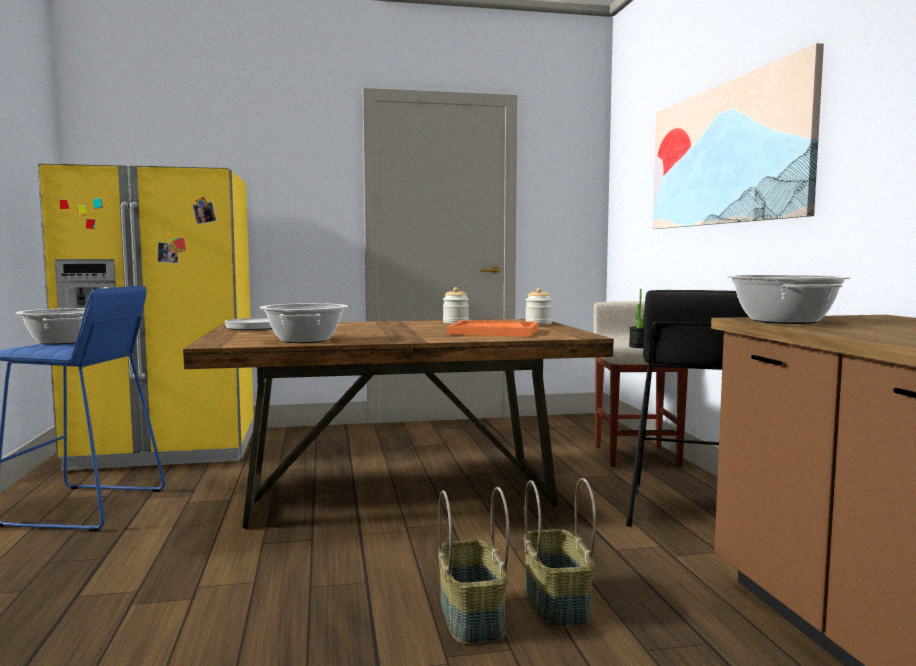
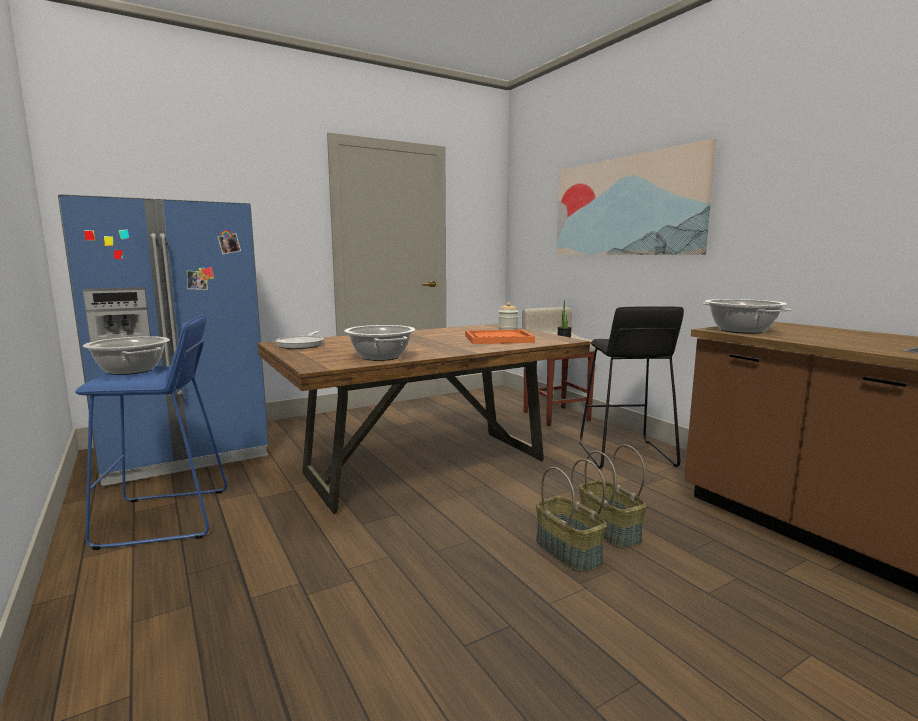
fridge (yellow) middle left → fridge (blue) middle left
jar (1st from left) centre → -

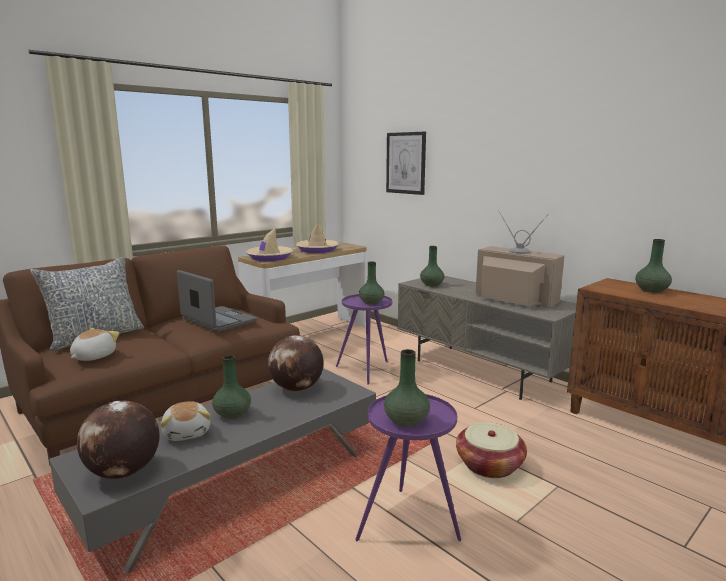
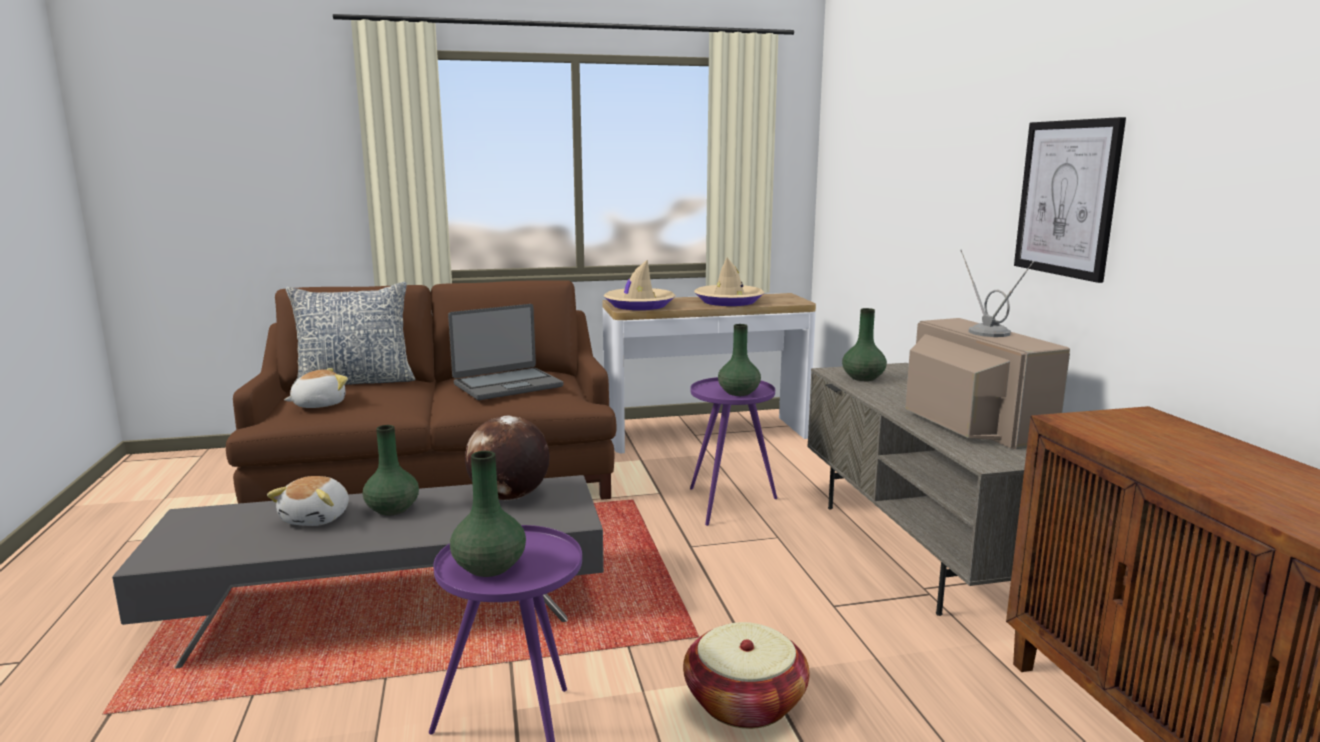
laptop middle left → laptop centre, 75 degrees clockwise
picture top centre → picture top right, moved
globe (1st from left) bottom left → -
vase (green) (5th from left) middle right → -

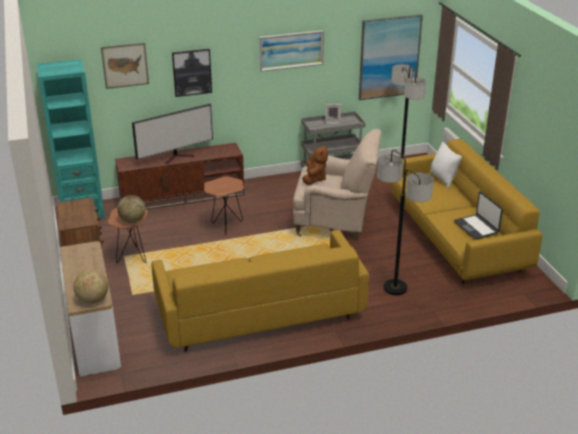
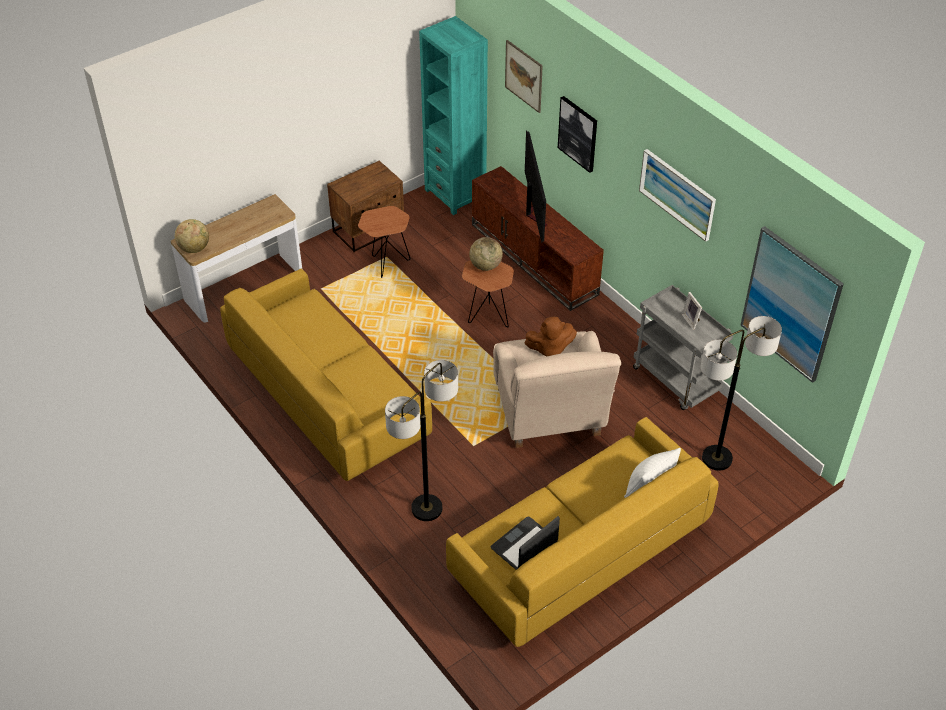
globe (2nd from left) middle left → globe (2nd from left) centre, moved
television top left → television top centre, 135 degrees counterclockwise

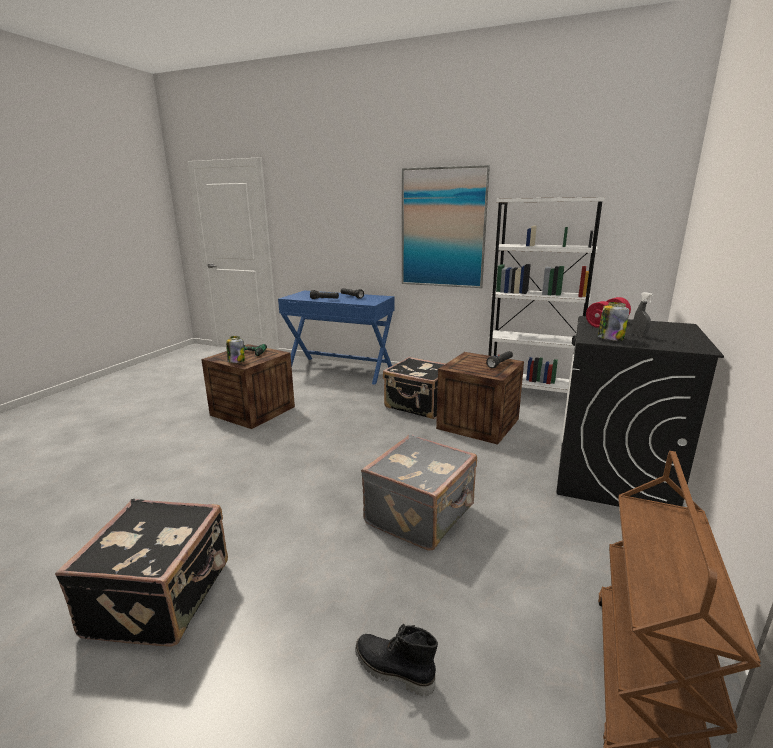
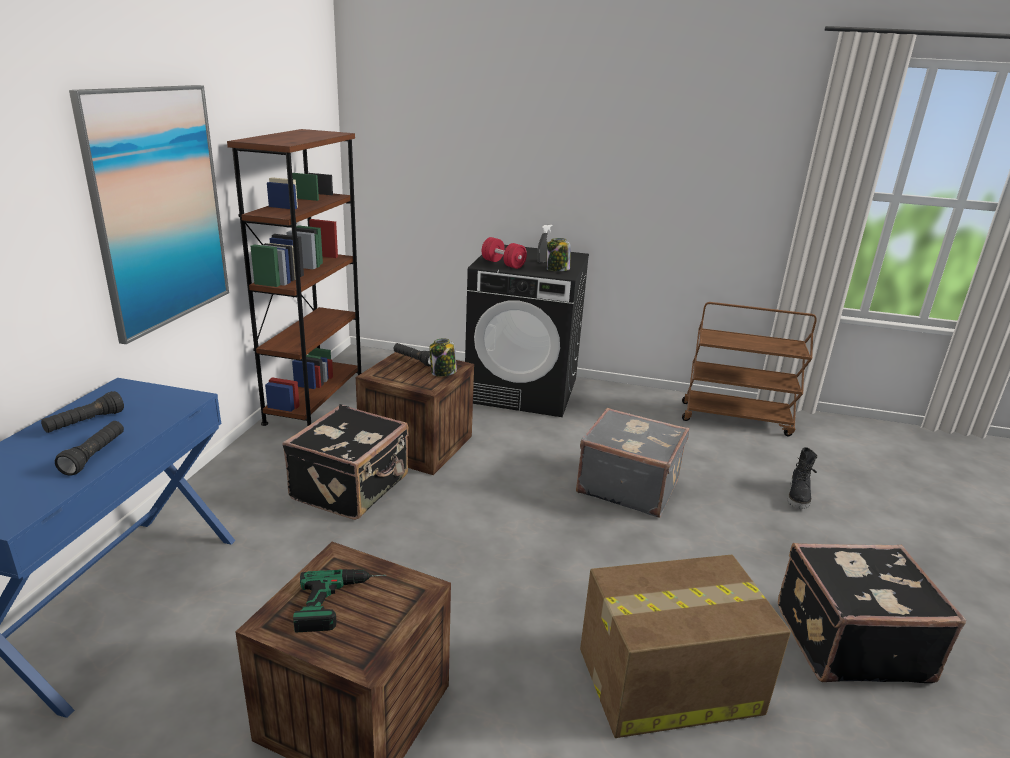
bookcase (white) middle right → bookcase (brown) middle left
jar (1st from left) middle left → jar (1st from left) centre, moved
- → cardboard box bottom right

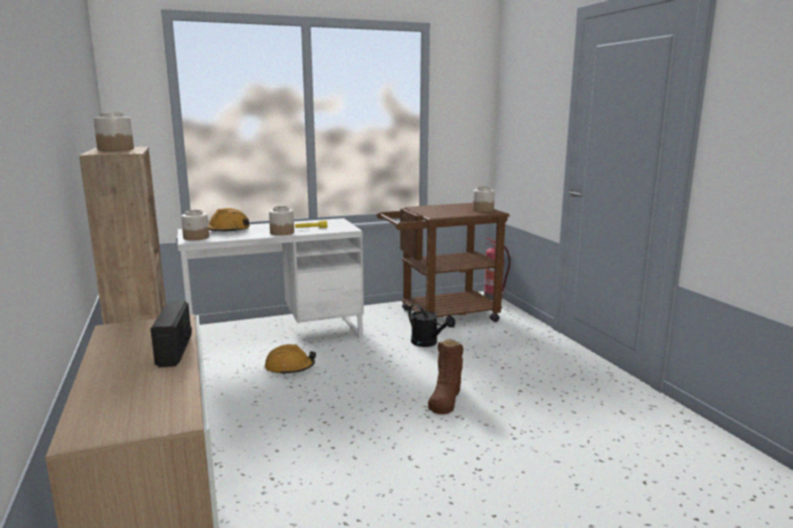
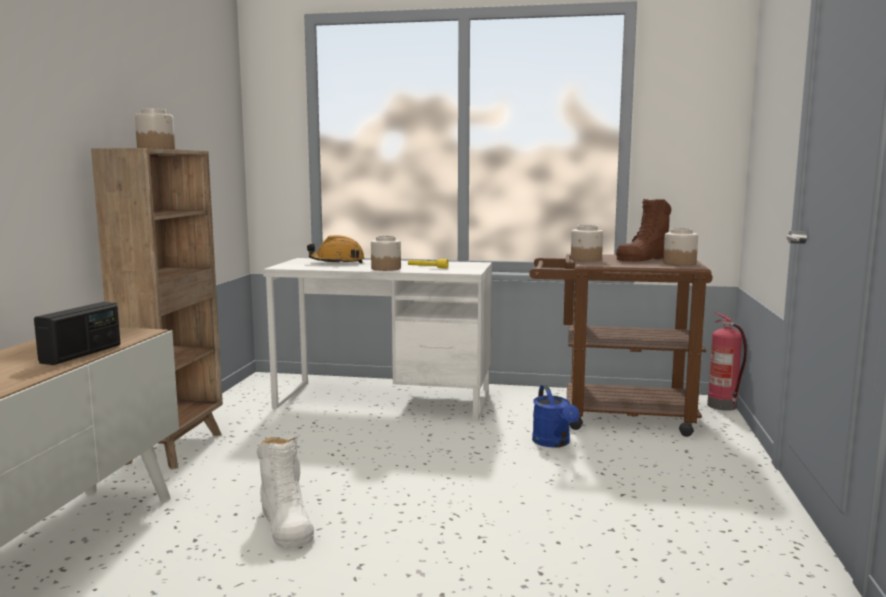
- → boot (white) bottom left
watering can (black) centre → watering can (blue) bottom centre
jar (2nd from left in the first image) middle left → jar (3rd from left) centre, moved
boot (brown) bottom centre → boot (brown) middle right, moved
hard hat (orange) (2nd from left) bottom centre → -

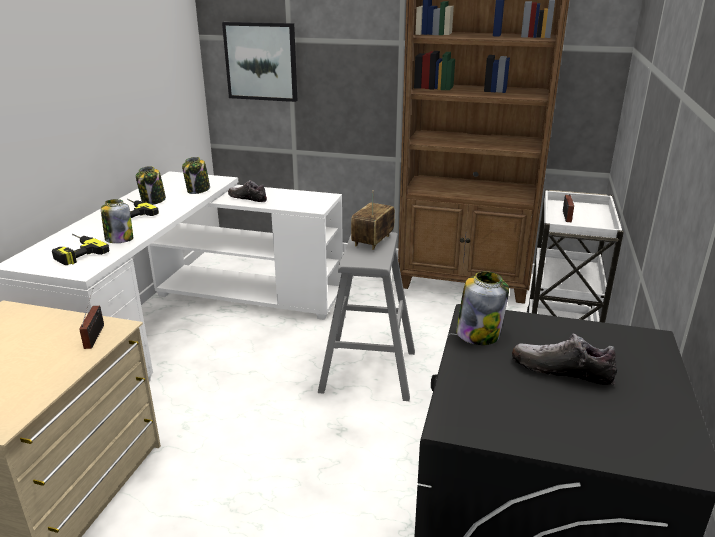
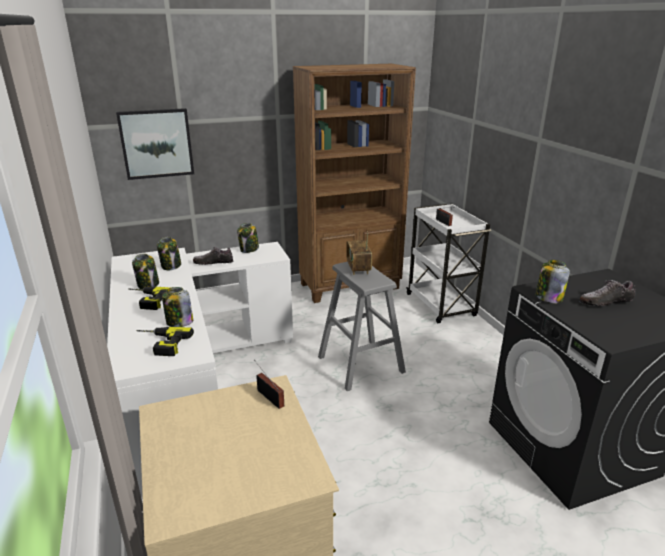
- → jar (4th from left) centre

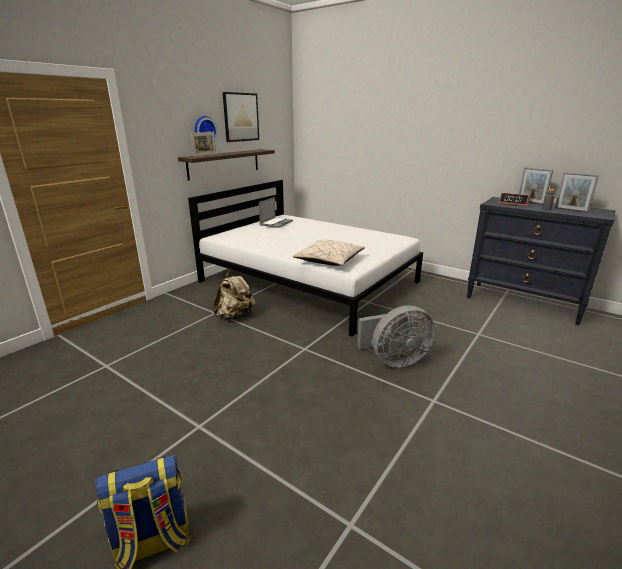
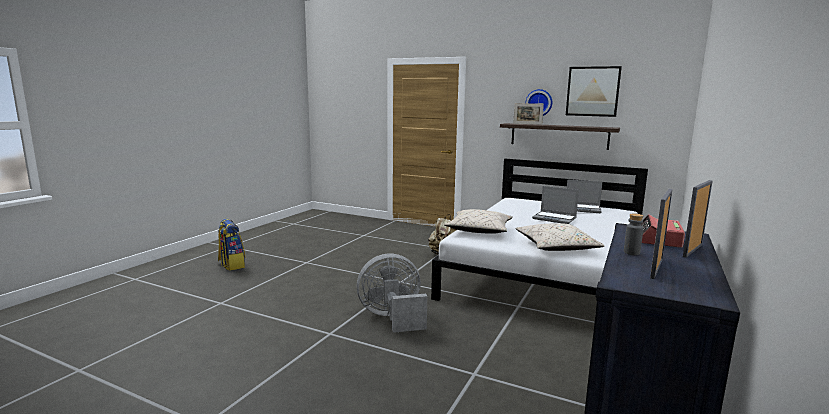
fan (grey) centre → fan (grey) bottom centre, 105 degrees clockwise
- → pillow (beige) (2nd from left) middle right
- → laptop (1st from left) middle right

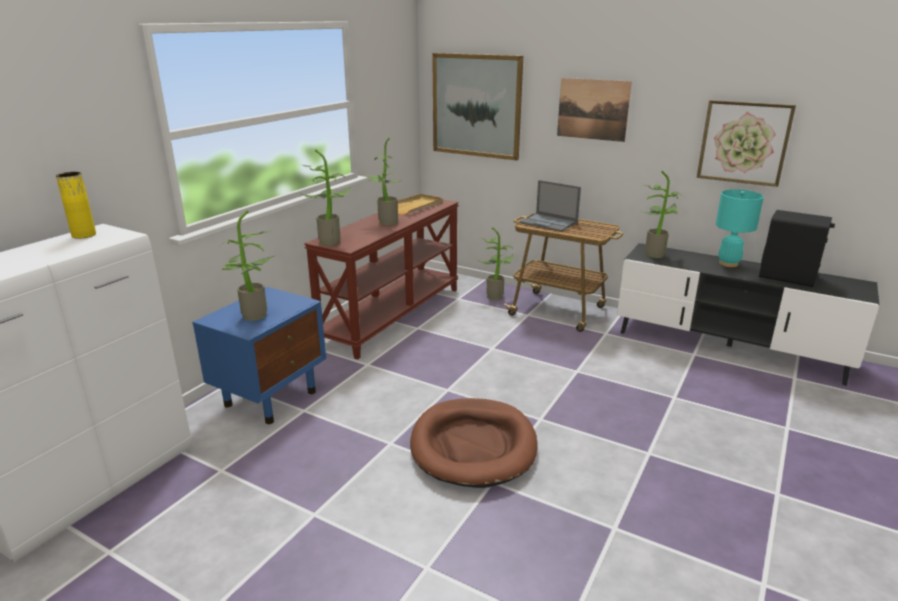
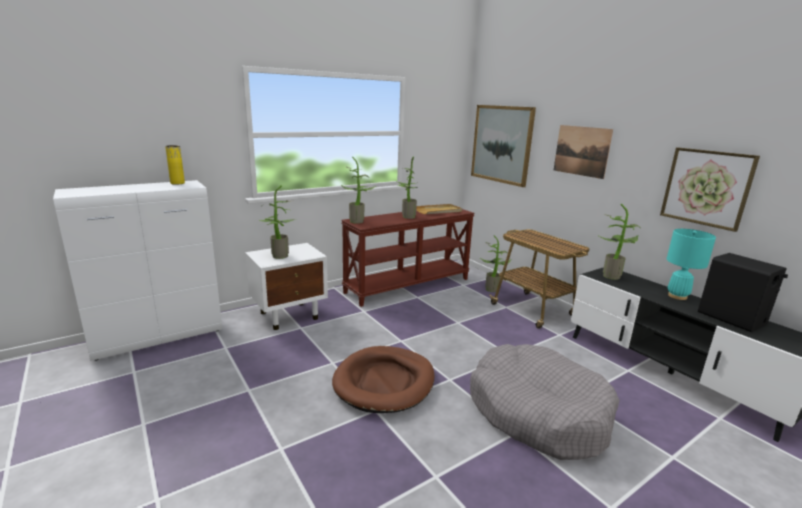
nightstand (blue) middle left → nightstand (white) centre
- → dog bed (grey) bottom right
laptop centre → -

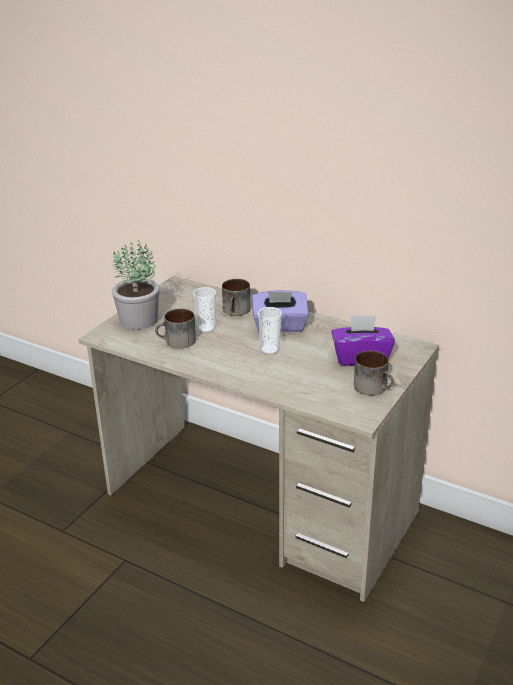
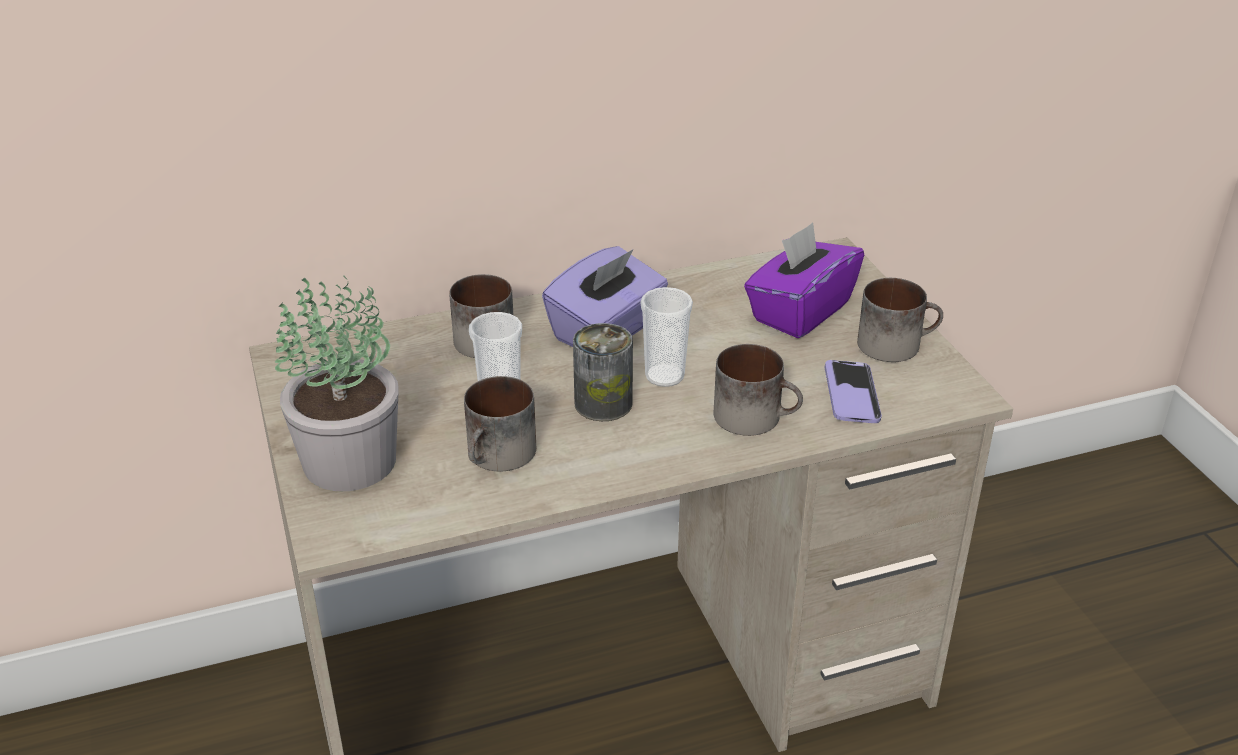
- → can centre
- → mug (3rd from left) centre
- → phone middle right

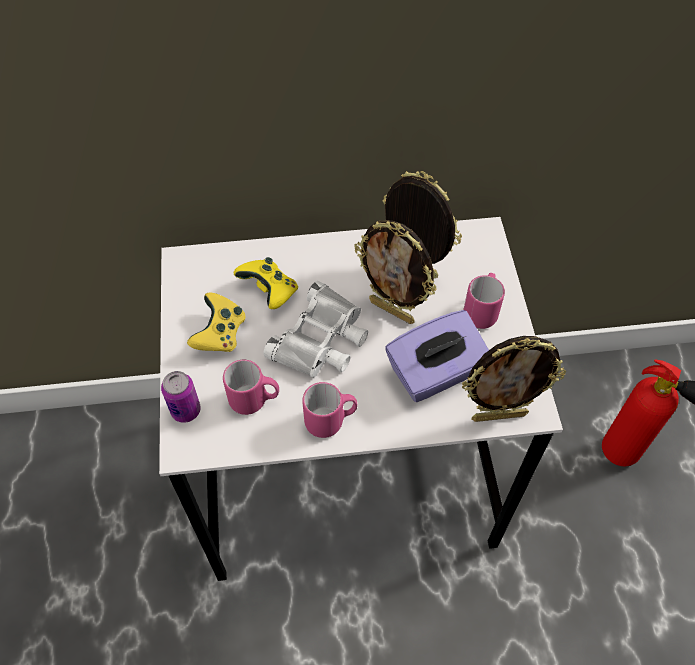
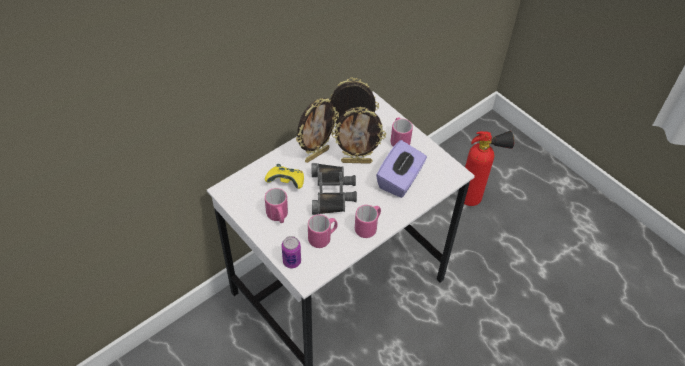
game controller (yellow) (1st from left) middle left → mug (pink) (1st from left) centre
picture frame (3rd from left in the first image) middle right → picture frame (1st from left) centre, moved
binoculars (white) centre → binoculars (black) centre

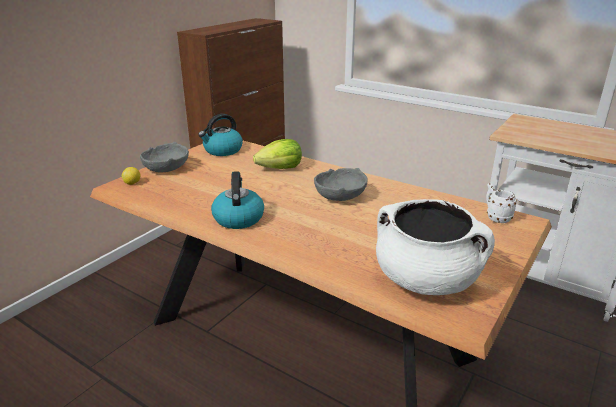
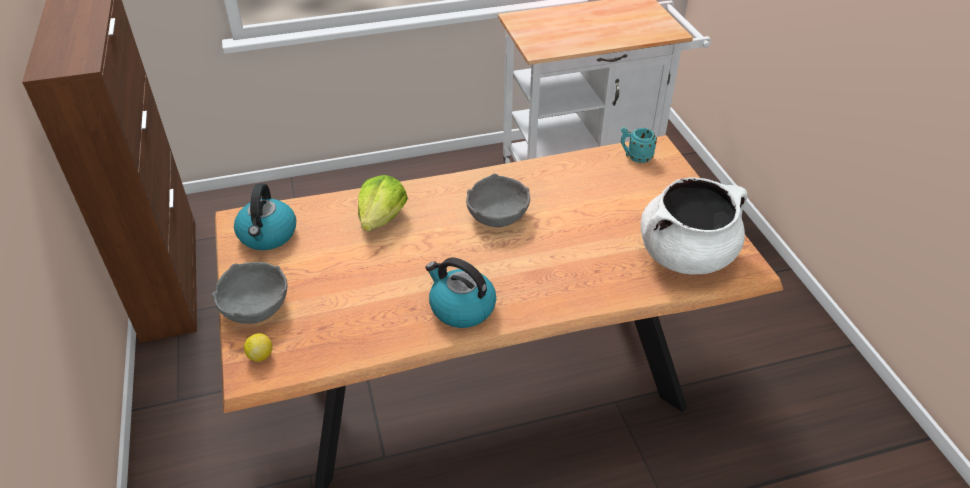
mug (white) middle right → mug (turquoise) top centre

